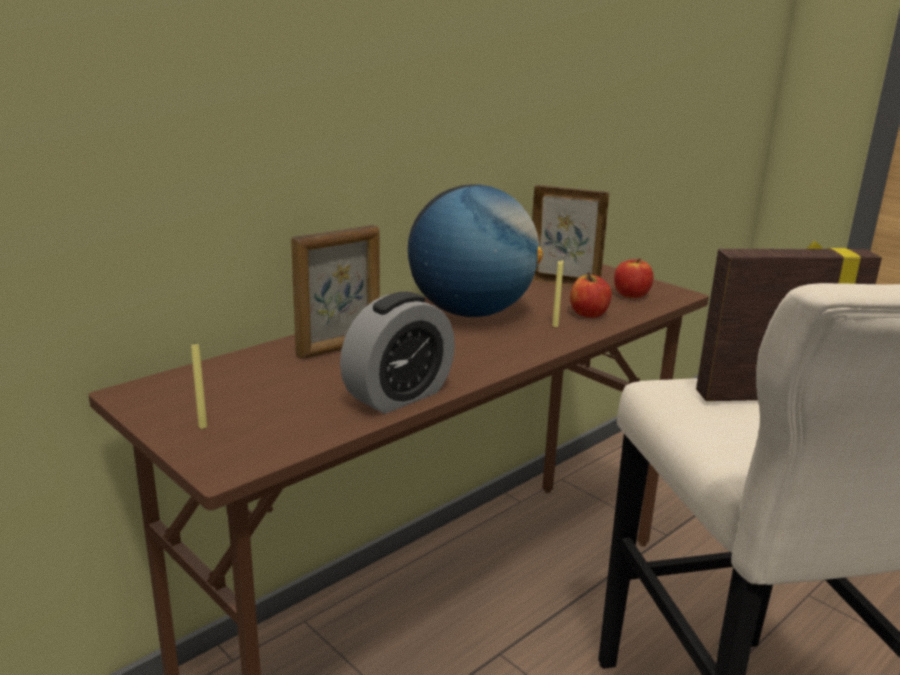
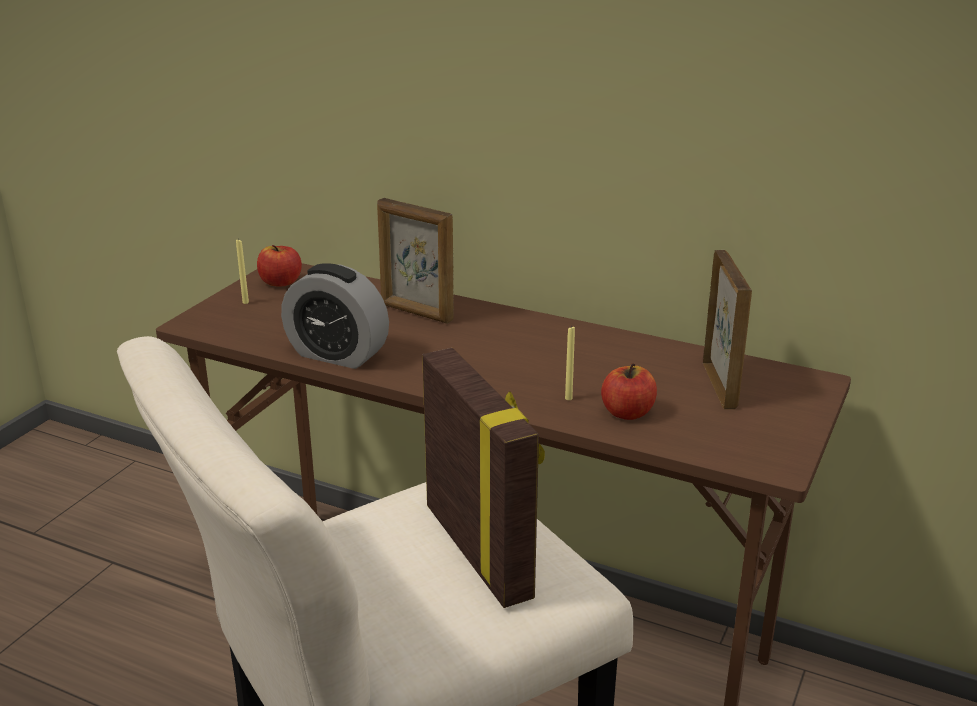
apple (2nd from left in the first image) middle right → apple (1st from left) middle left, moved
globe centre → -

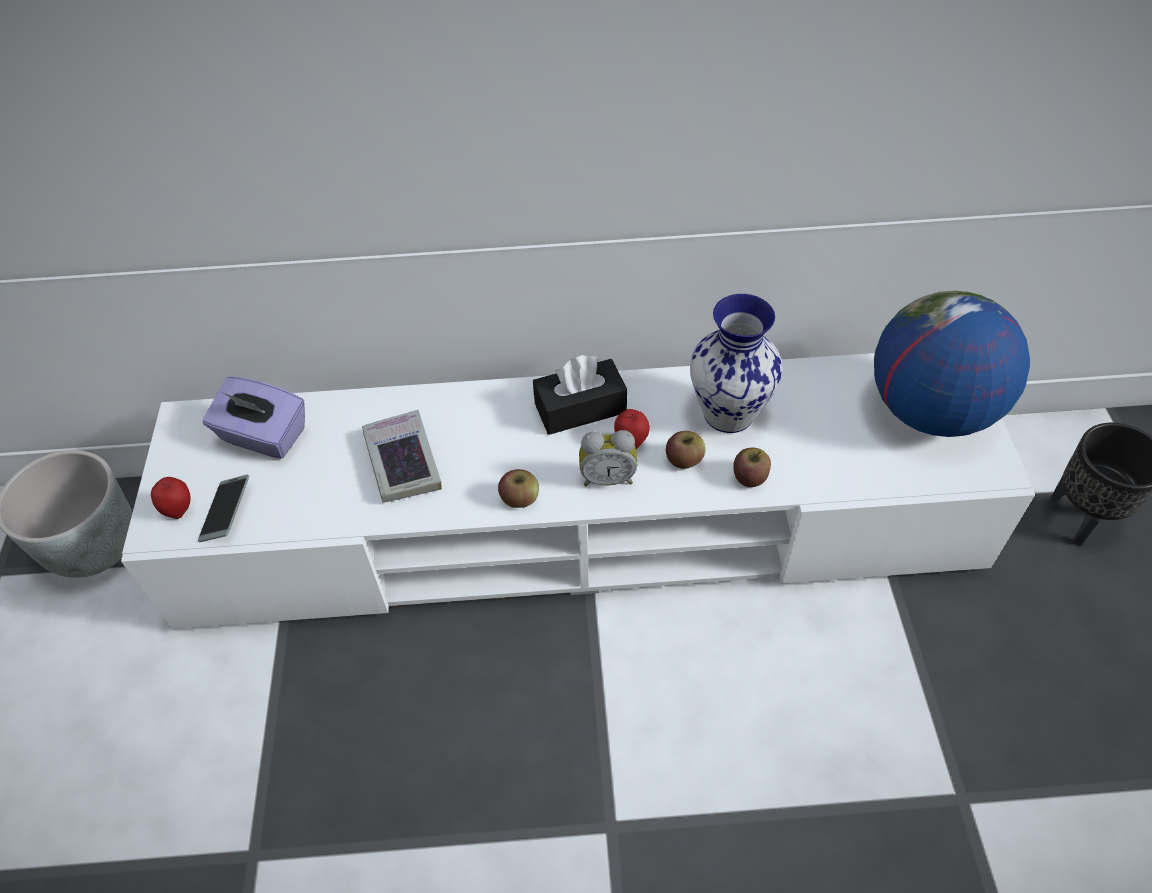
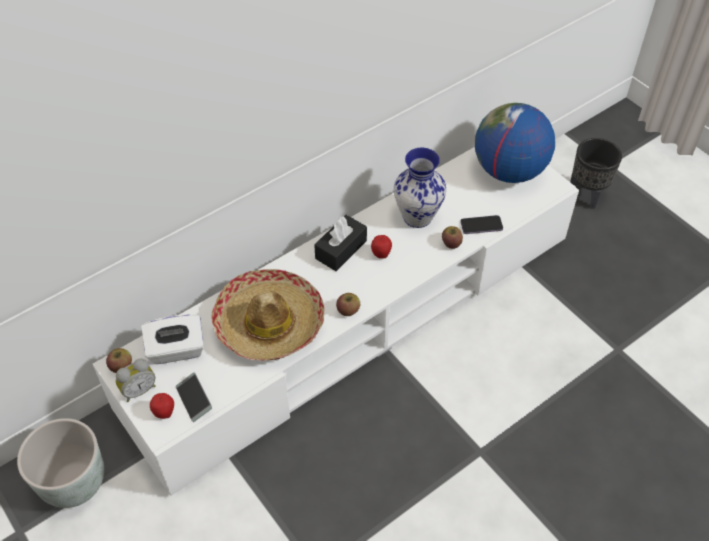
apple (4th from left in the first image) centre → apple (1st from left) middle left, moved
alarm clock centre → alarm clock bottom left, moved
tissue box (purple) middle left → tissue box (white) middle left
book centre → hat centre
- → phone (2nd from left) middle right

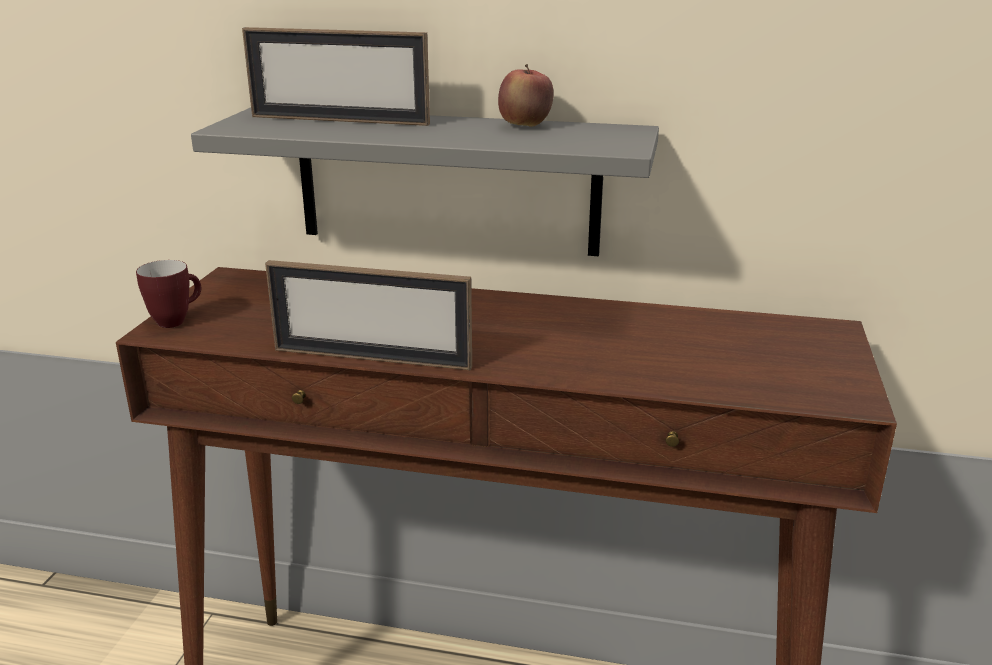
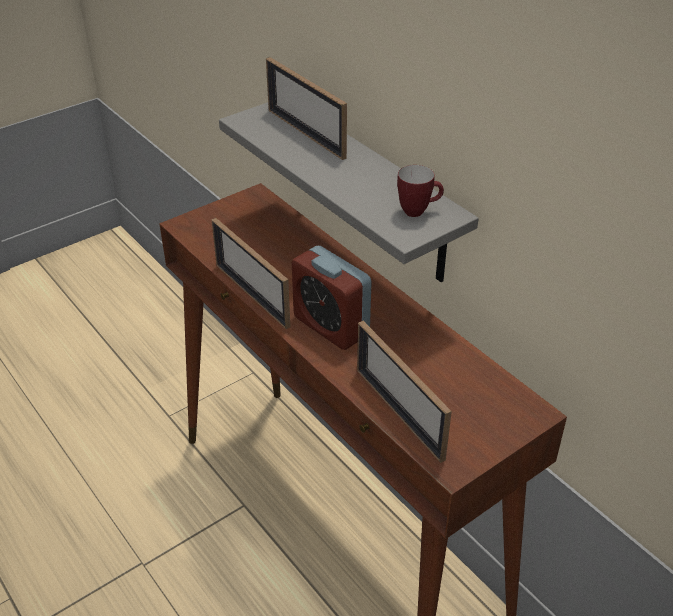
- → alarm clock centre
- → picture frame (3rd from left) centre
mug middle left → mug top centre, moved
apple top centre → -

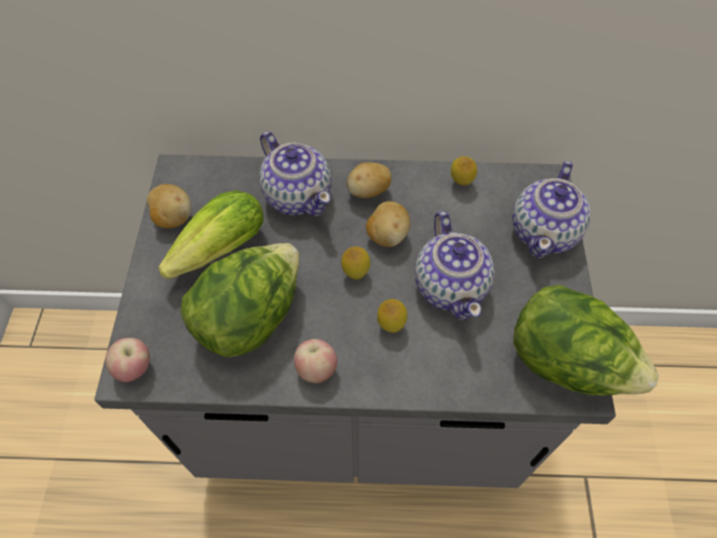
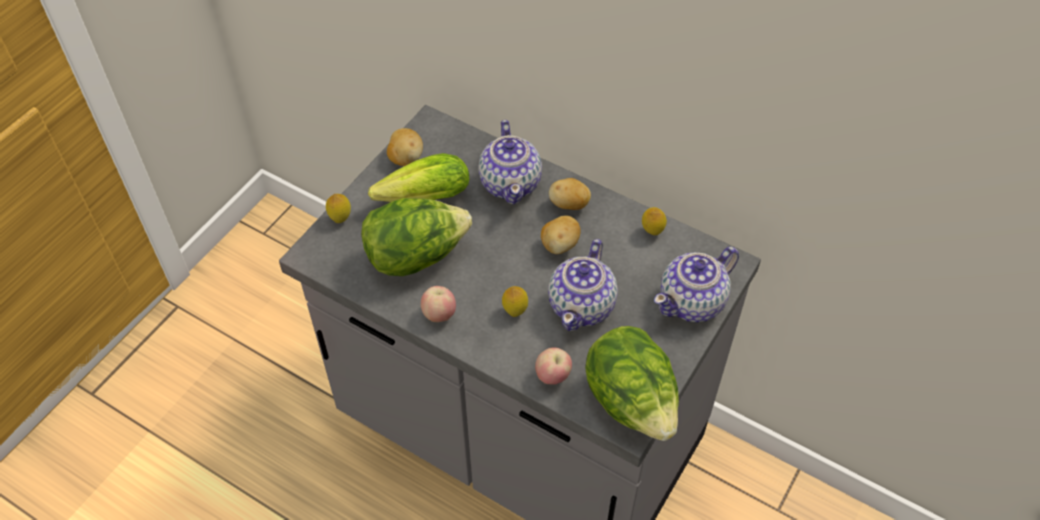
lemon (1st from left) centre → lemon (1st from left) middle left, moved
apple (1st from left in the first image) bottom left → apple (2nd from left) bottom centre, moved

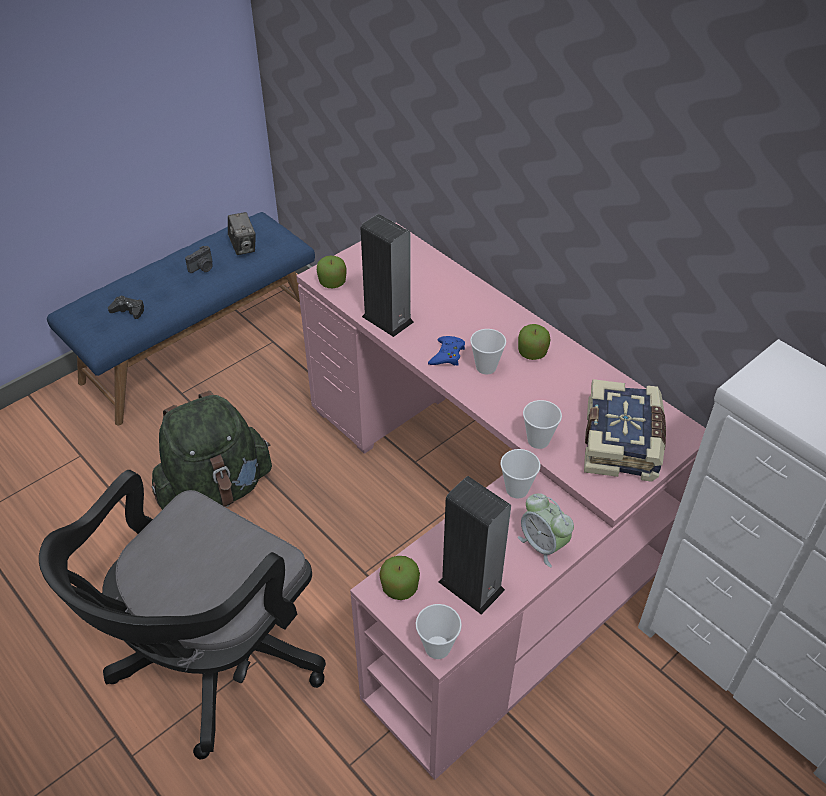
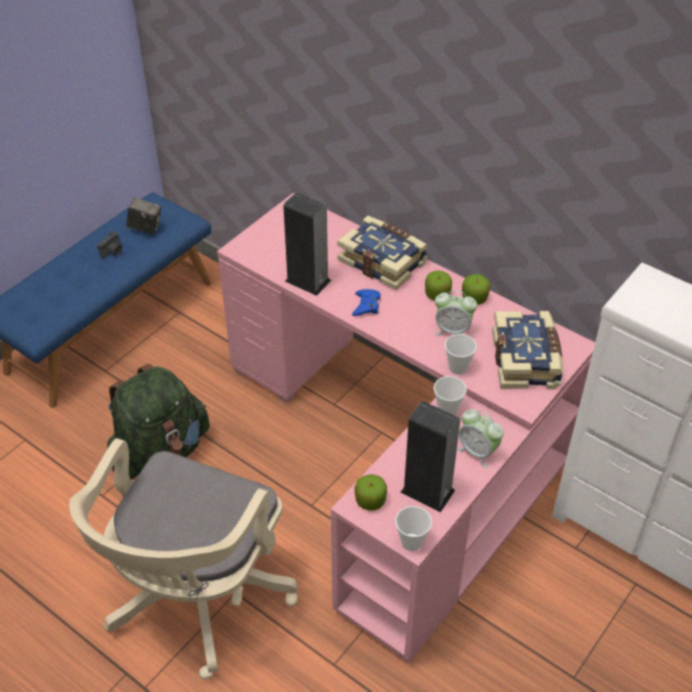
office chair (black) bottom left → office chair (beige) bottom left
photo camera (2nd from left) top left, 45 degrees counterclockwise
- → book (1st from left) centre
- → alarm clock (1st from left) centre
apple (1st from left in the first image) centre → apple (3rd from left) middle right, moved
game controller (black) middle left → -
cup (2nd from left) centre → -

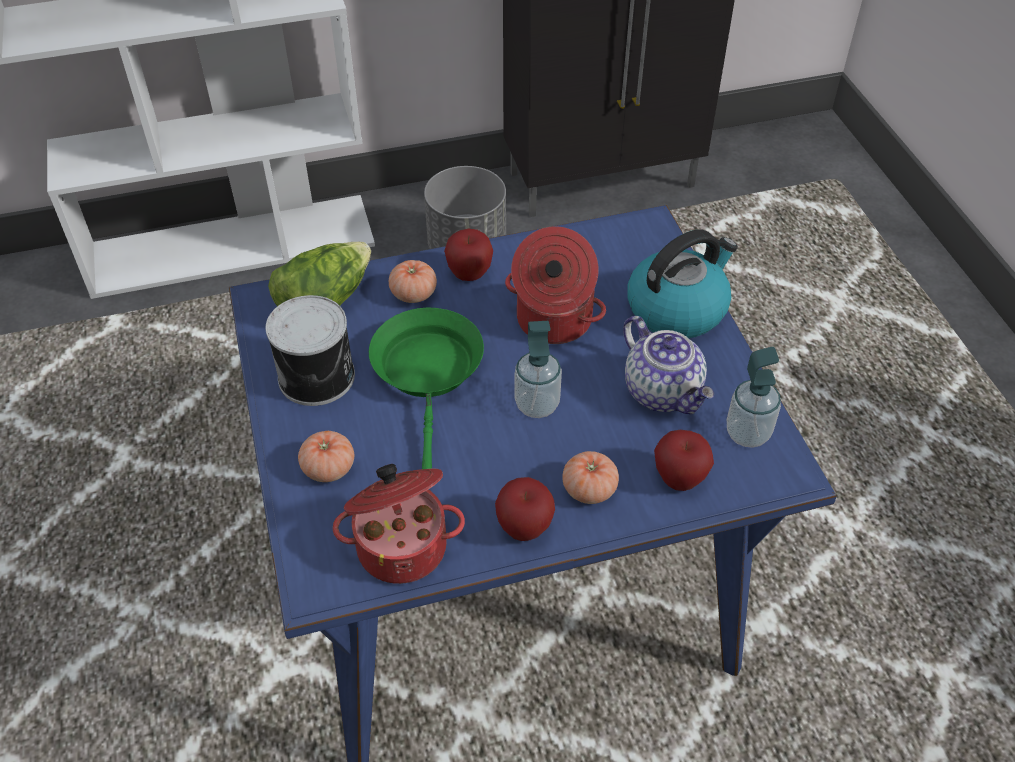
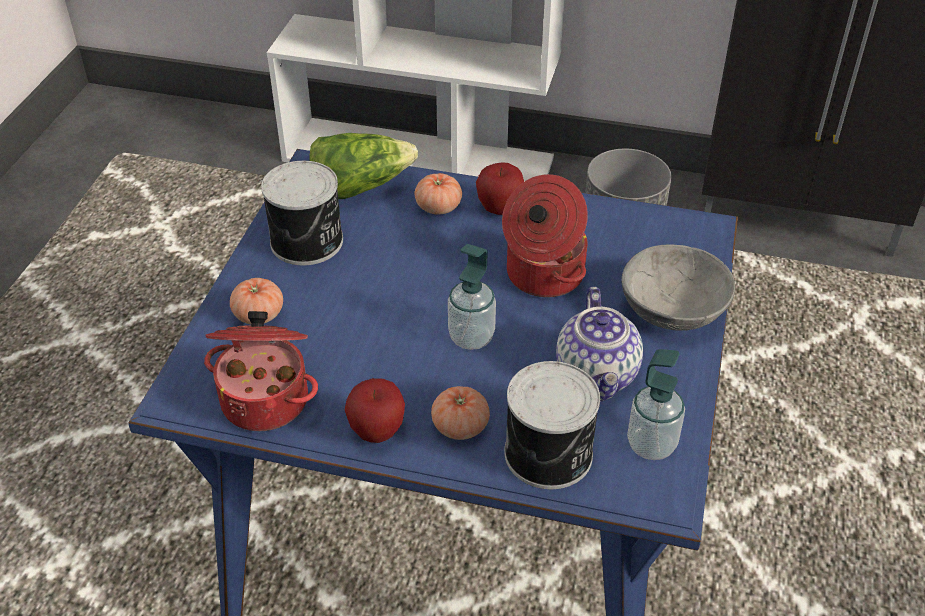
apple (3rd from left) middle right → can (2nd from left) bottom centre
kettle middle right → bowl (grey) middle right
frying pan (green) centre → -

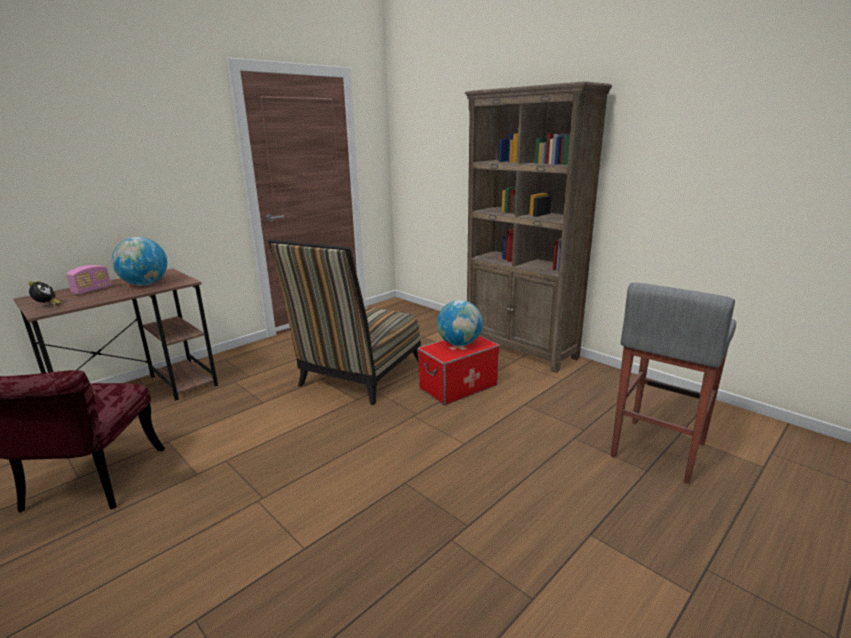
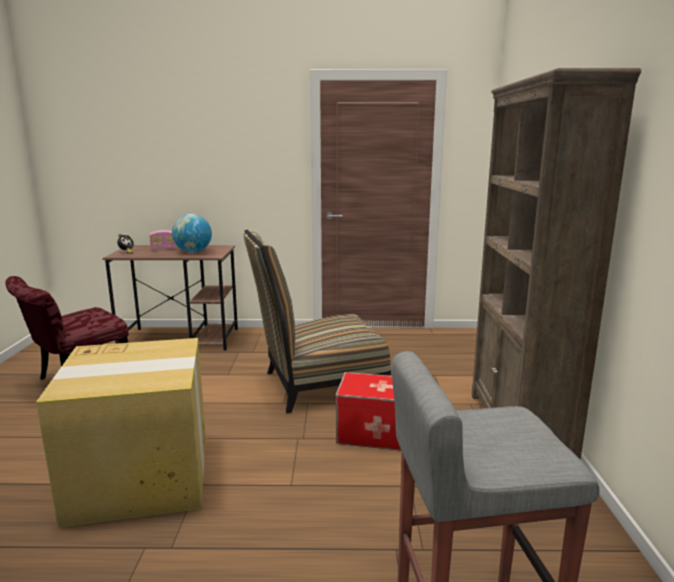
- → cardboard box bottom left
globe (2nd from left) centre → -

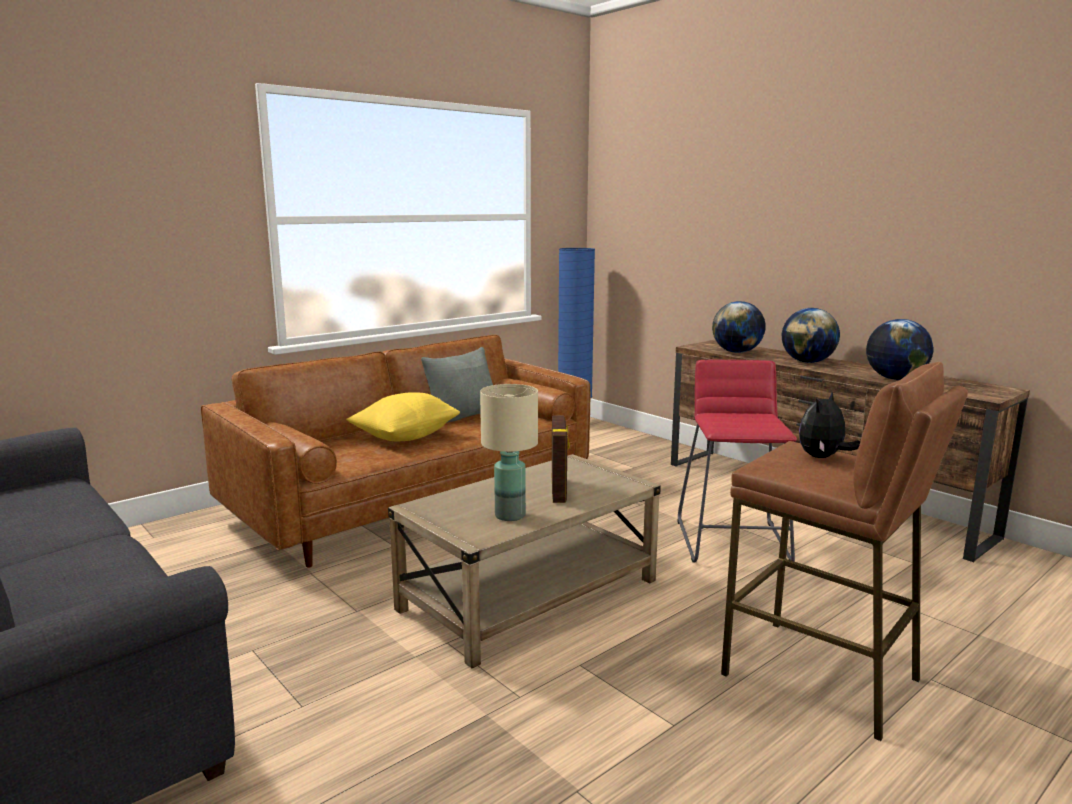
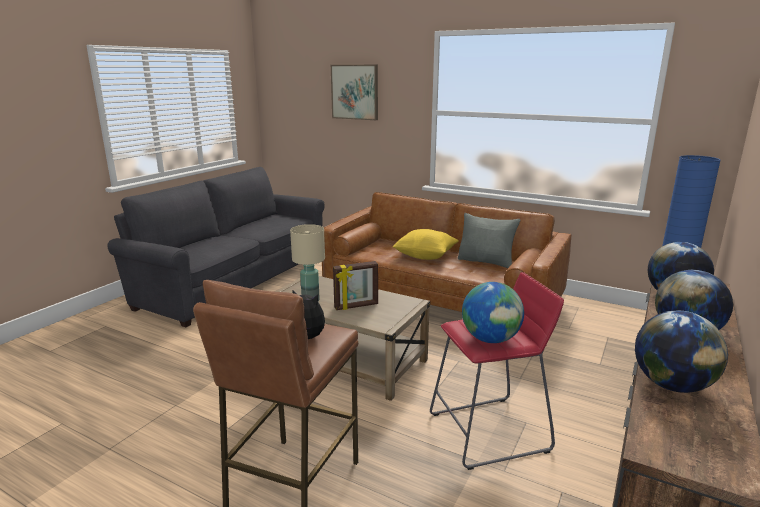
- → picture top centre
- → globe (1st from left) centre

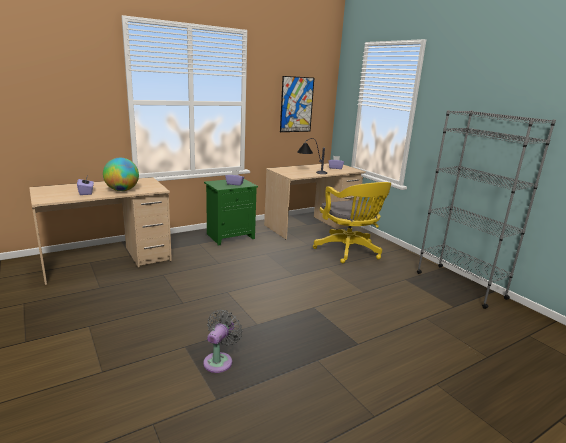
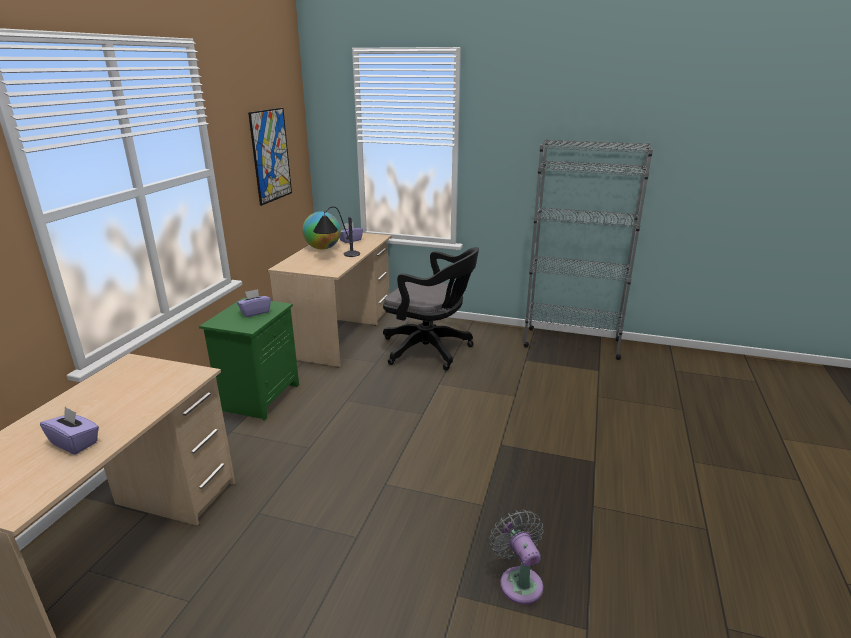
globe middle left → globe centre, moved
office chair (yellow) centre → office chair (black) centre

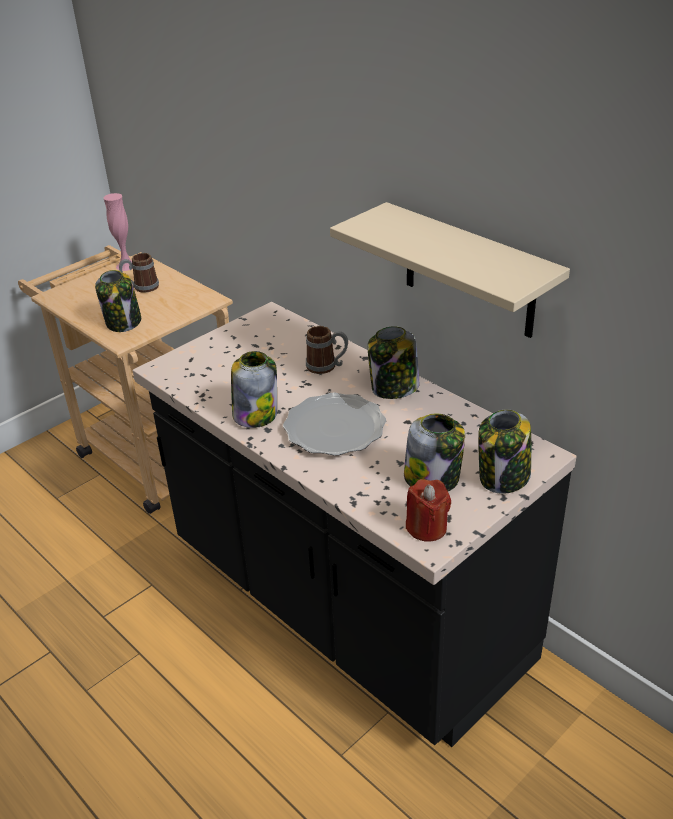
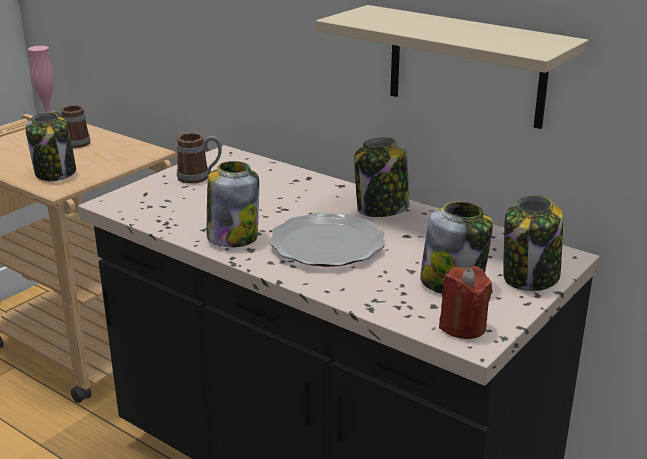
mug (2nd from left) centre → mug (2nd from left) middle left, moved

